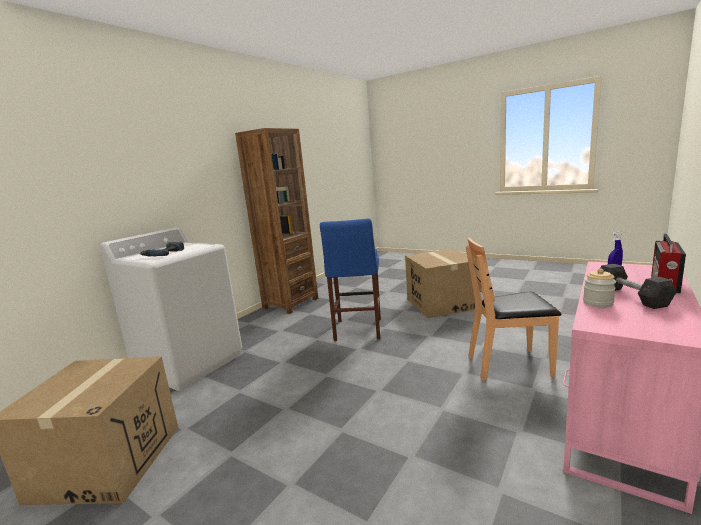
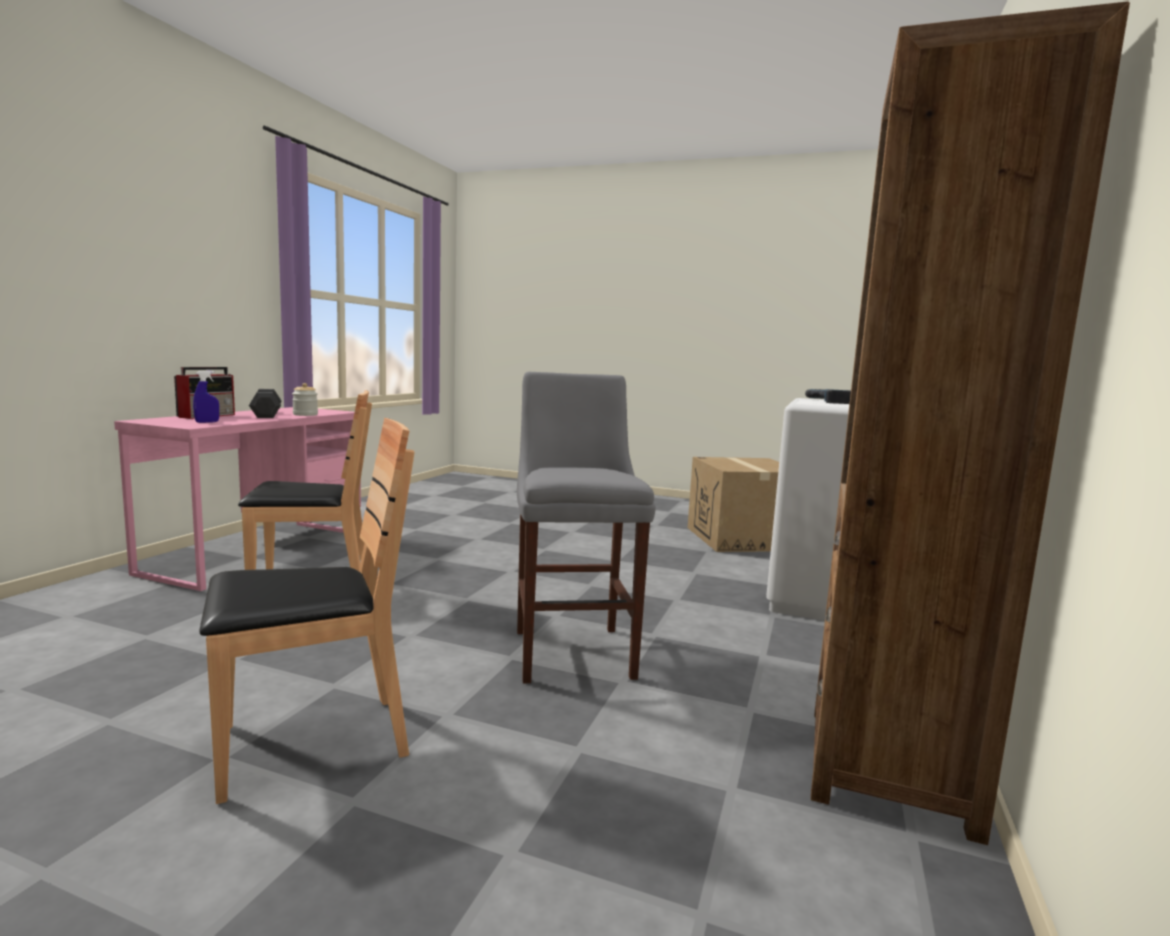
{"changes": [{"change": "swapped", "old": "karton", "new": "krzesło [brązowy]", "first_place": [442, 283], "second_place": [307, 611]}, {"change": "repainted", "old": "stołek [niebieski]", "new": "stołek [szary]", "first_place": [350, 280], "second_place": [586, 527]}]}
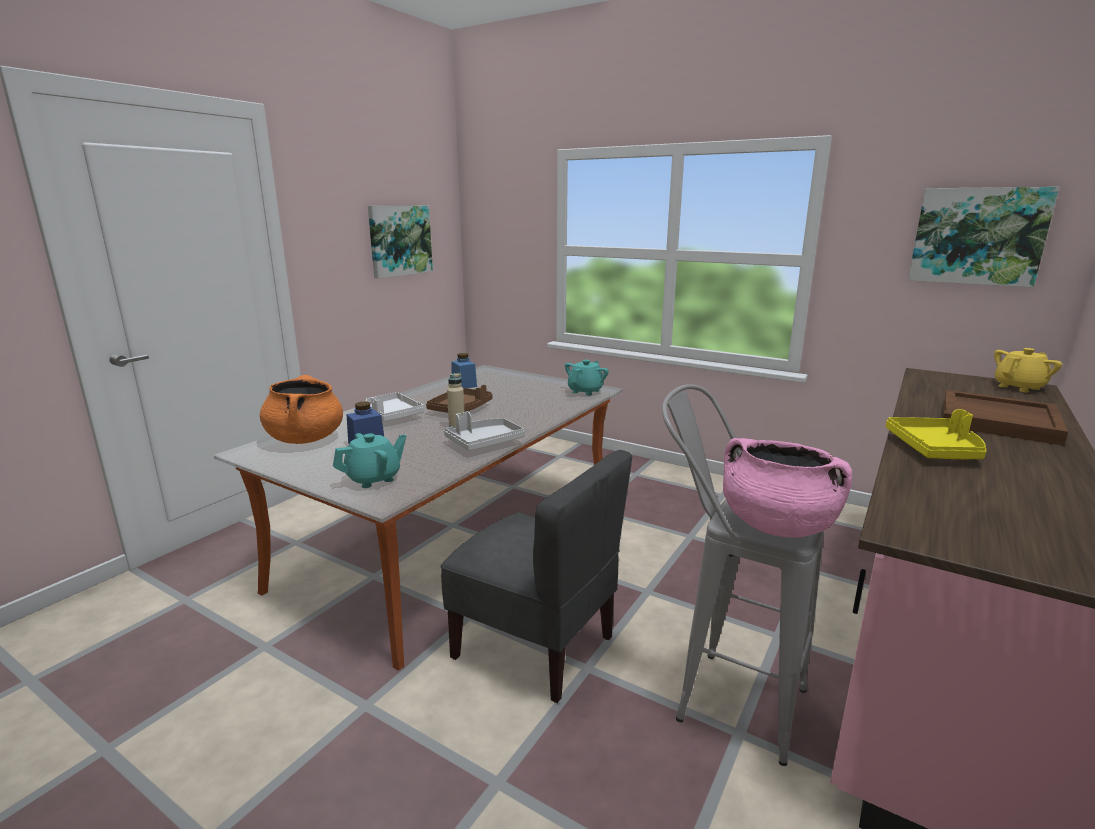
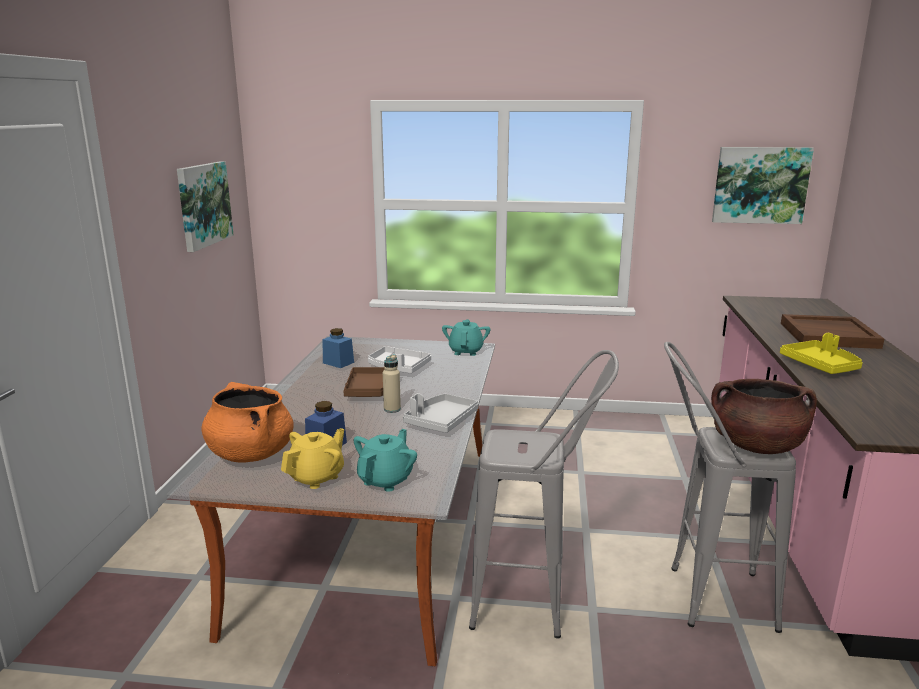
{"changes": [{"change": "shifted", "old": "taca [biały]", "first_place": [395, 407], "second_place": [399, 360]}, {"change": "shifted", "old": "imbryk [żółty]", "first_place": [1028, 370], "second_place": [312, 458]}, {"change": "swapped", "old": "krzesło [szary]", "new": "stołek [szary]", "first_place": [536, 576], "second_place": [544, 494]}, {"change": "repainted", "old": "garnek [różowy]", "new": "garnek [brązowy]", "first_place": [788, 488], "second_place": [764, 416]}]}
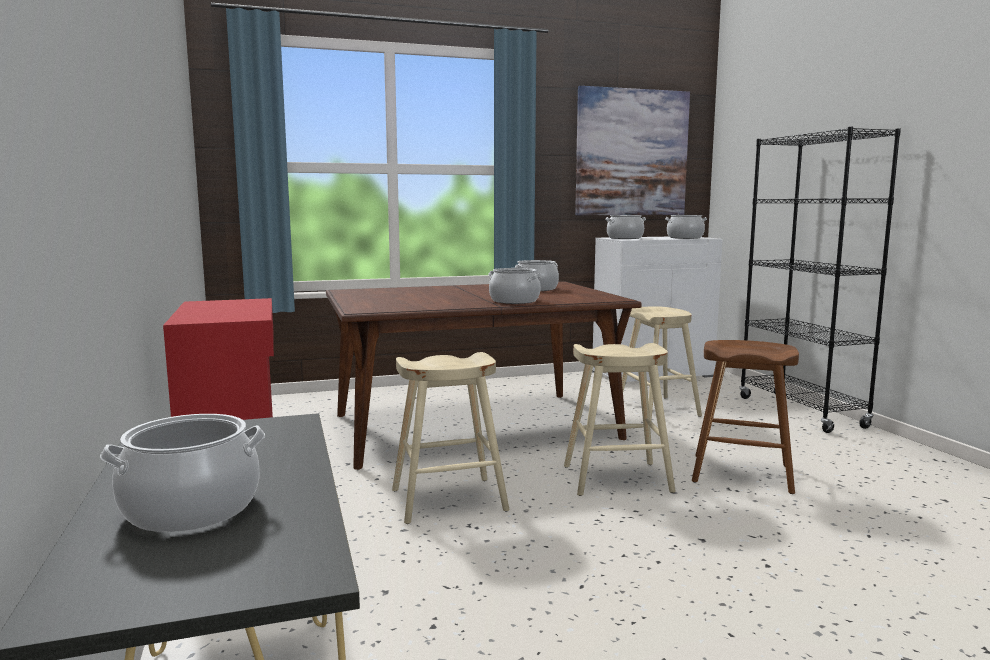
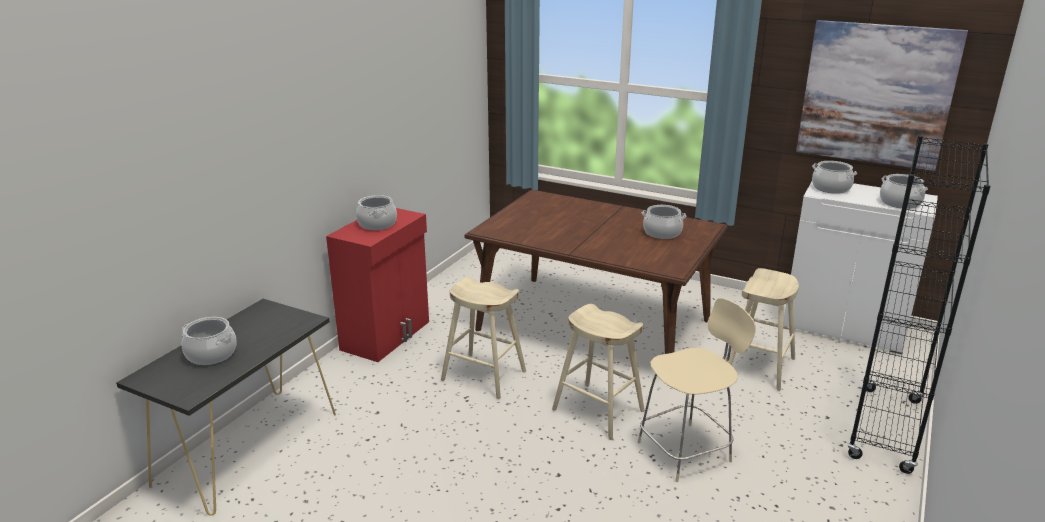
{"changes": [{"change": "shifted", "old": "garnek", "first_place": [515, 286], "second_place": [376, 212]}, {"change": "swapped", "old": "stołek [brązowy]", "new": "krzesło [beżowy]", "first_place": [745, 417], "second_place": [696, 390]}]}
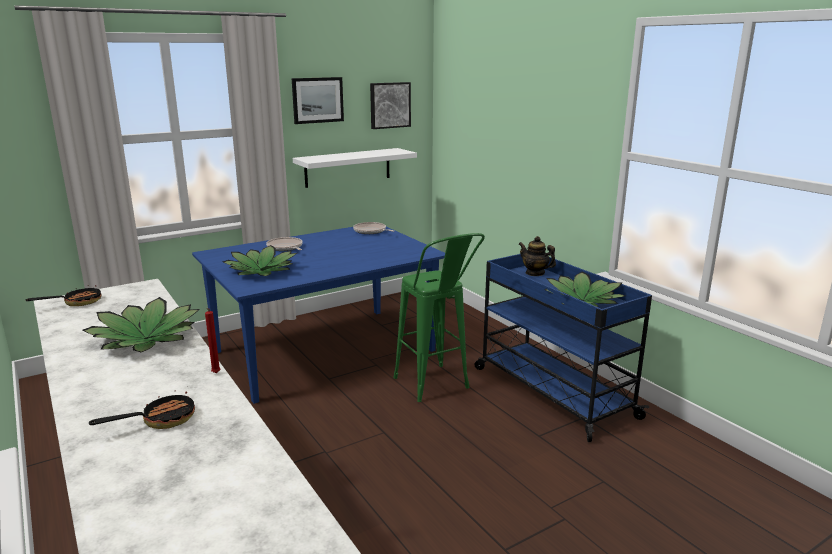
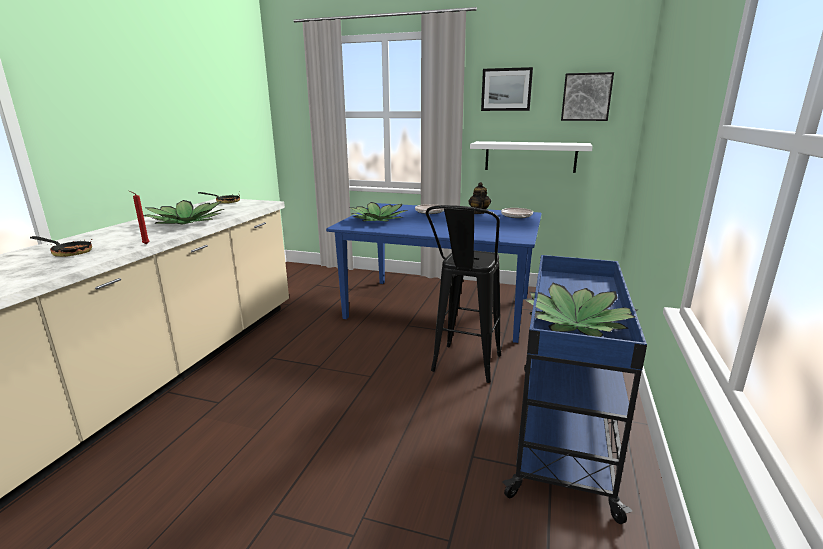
{"changes": [{"change": "shifted", "old": "imbryk", "first_place": [537, 256], "second_place": [479, 198]}, {"change": "repainted", "old": "stołek [zielony]", "new": "stołek [czarny]", "first_place": [439, 317], "second_place": [463, 294]}]}
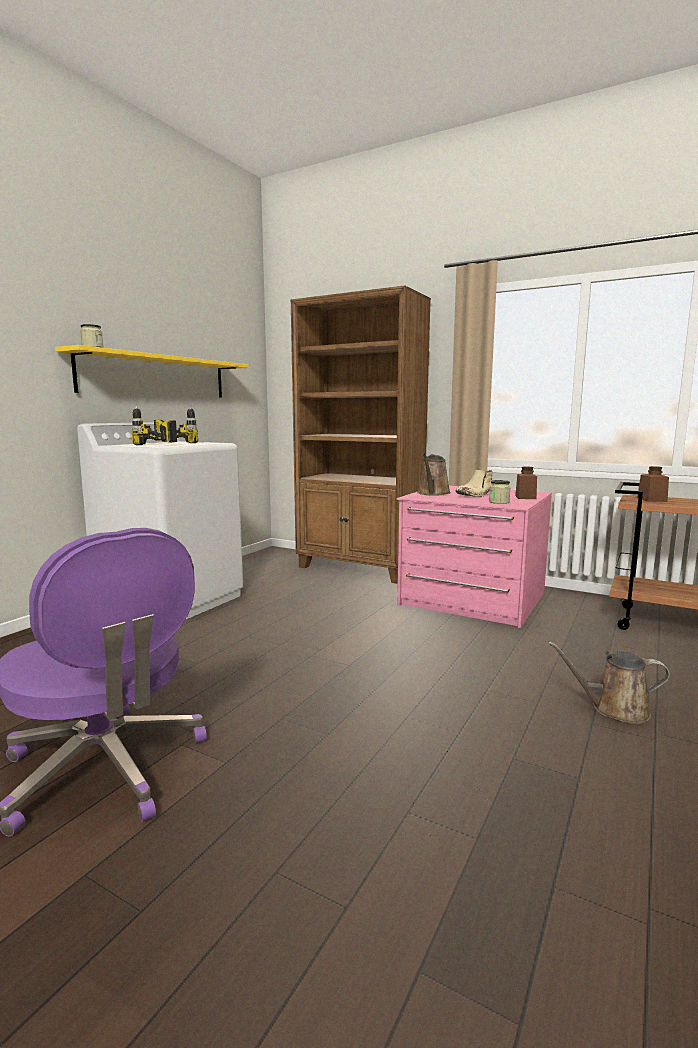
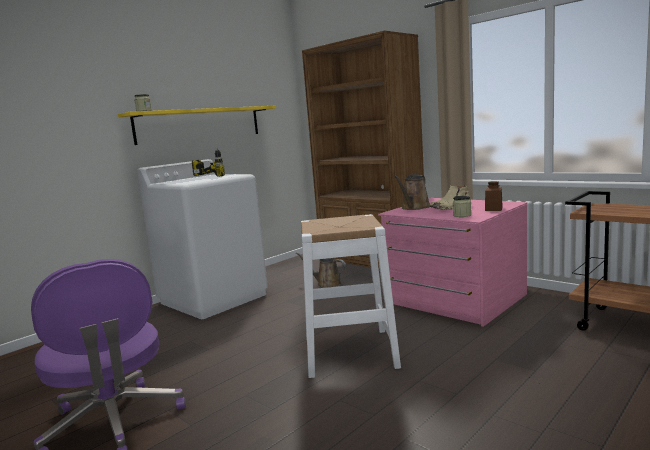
{"changes": [{"change": "gone", "old": "wiertarka", "first_place": [154, 425]}, {"change": "gone", "old": "słoik [brązowy]", "first_place": [653, 484]}, {"change": "new", "new": "stołek [biały]", "second_place": [351, 296]}, {"change": "shifted", "old": "konewka [brązowy]", "first_place": [609, 682], "second_place": [321, 270]}]}
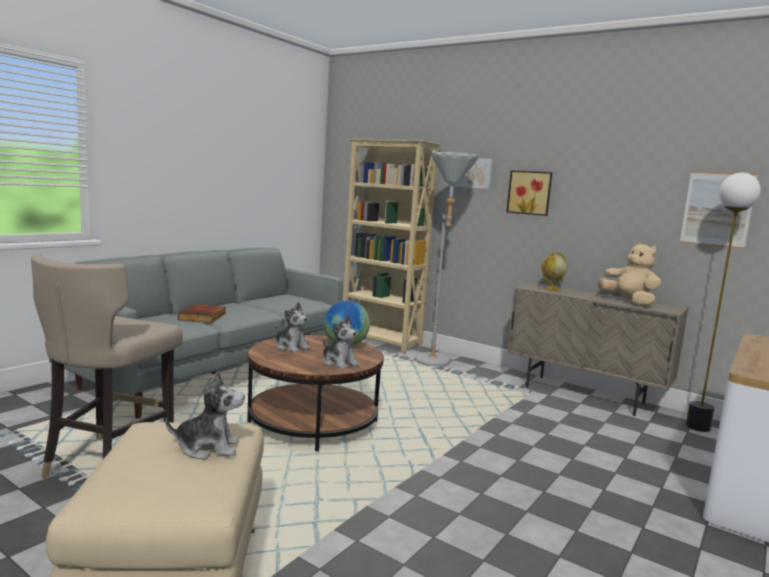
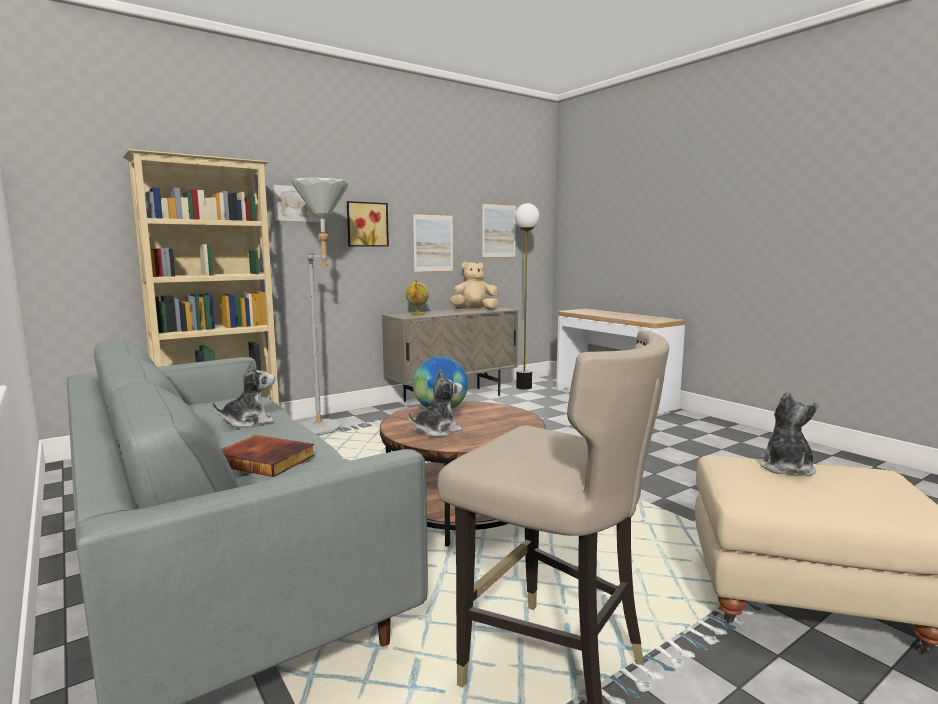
{"changes": [{"change": "new", "new": "obraz", "second_place": [433, 243]}, {"change": "shifted", "old": "pluszak", "first_place": [341, 342], "second_place": [243, 394]}]}
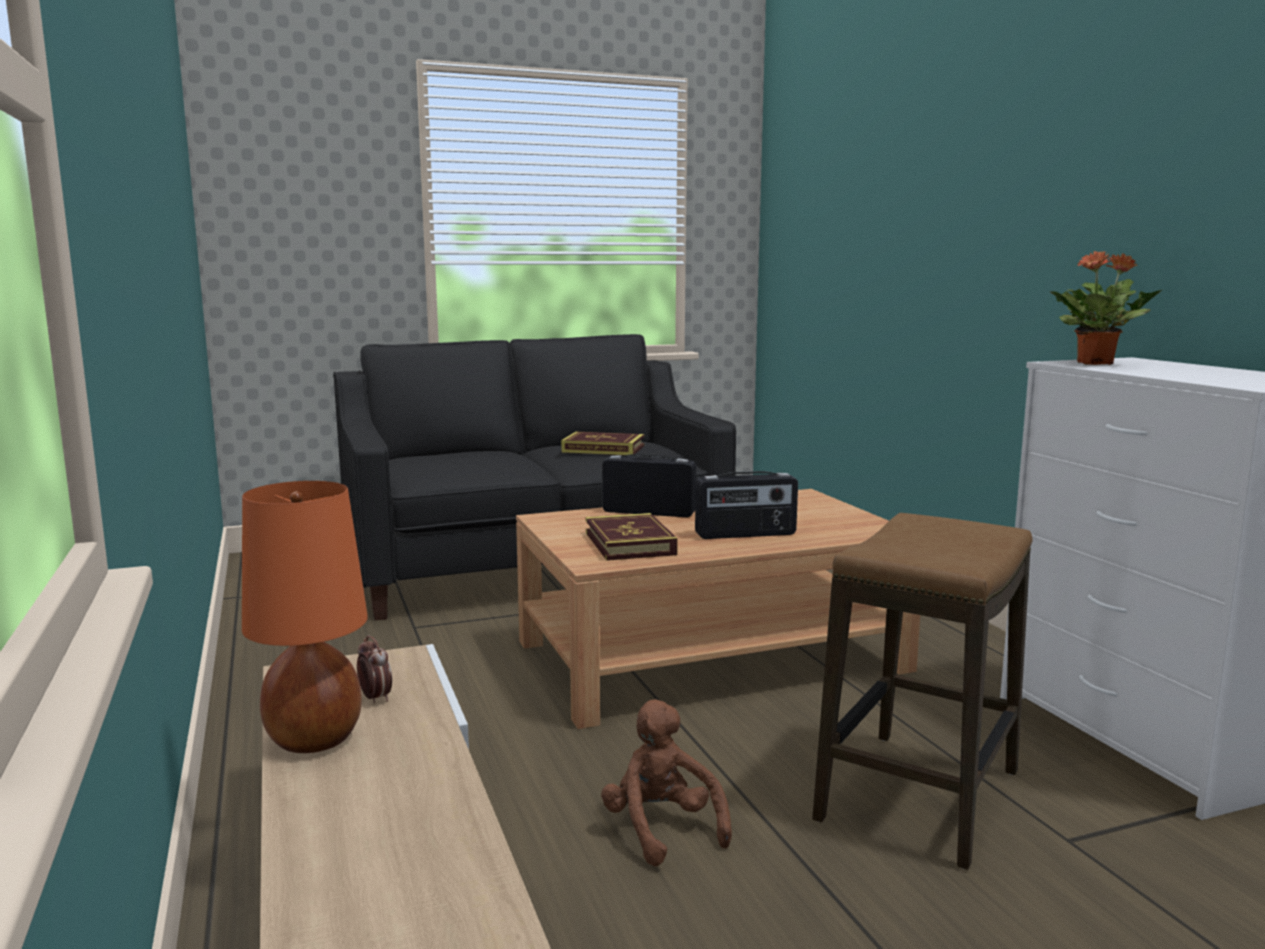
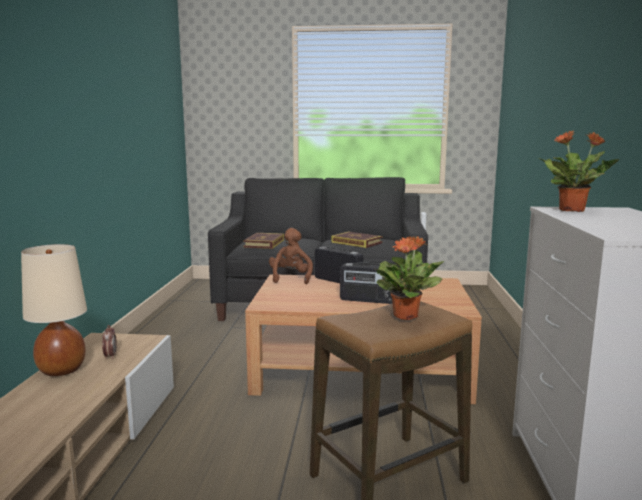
{"changes": [{"change": "new", "new": "roślina doniczkowa", "second_place": [409, 278]}, {"change": "shifted", "old": "książka", "first_place": [632, 537], "second_place": [263, 241]}, {"change": "shifted", "old": "pluszak [brązowy]", "first_place": [666, 782], "second_place": [291, 256]}, {"change": "repainted", "old": "lampa stołowa [pomarańczowy]", "new": "lampa stołowa [beżowy]", "first_place": [305, 617], "second_place": [54, 310]}]}
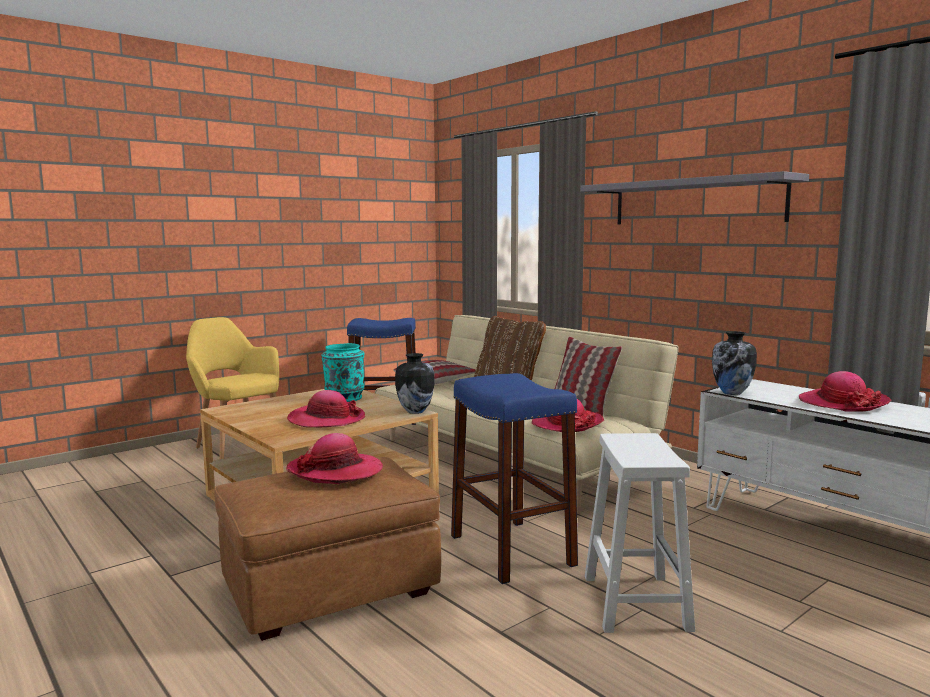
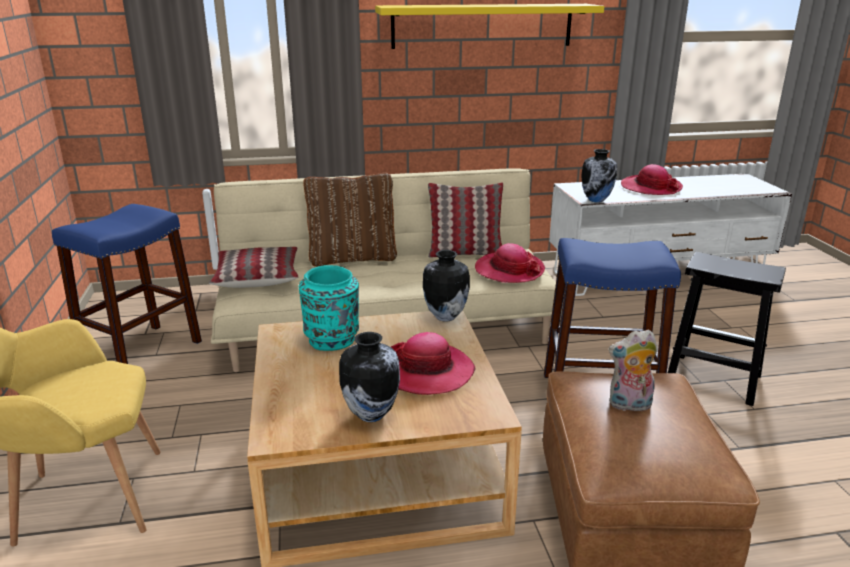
{"changes": [{"change": "new", "new": "wazon", "second_place": [369, 377]}, {"change": "swapped", "old": "kapelusz", "new": "pluszak", "first_place": [334, 458], "second_place": [633, 372]}, {"change": "repainted", "old": "półka [szary]", "new": "półka [żółty]", "first_place": [694, 197], "second_place": [489, 26]}, {"change": "repainted", "old": "stołek [biały]", "new": "stołek [czarny]", "first_place": [640, 533], "second_place": [727, 329]}]}
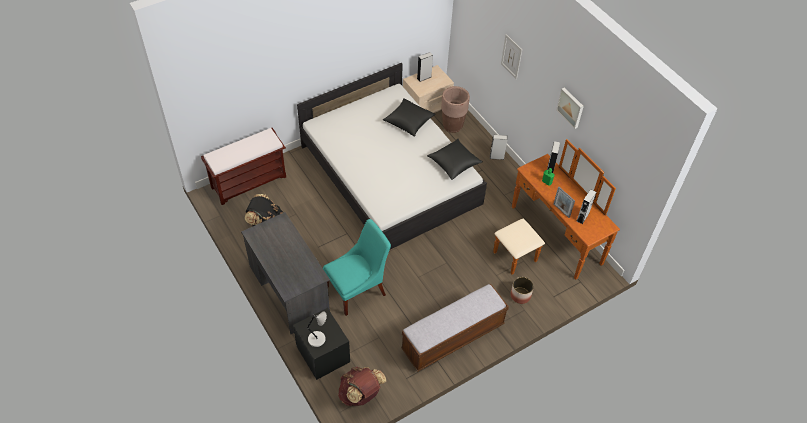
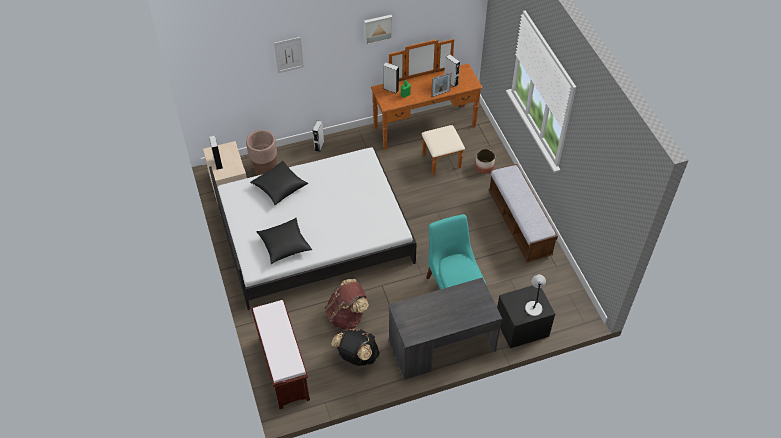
{"changes": [{"change": "shifted", "old": "plecak [brązowy]", "first_place": [362, 386], "second_place": [347, 304]}, {"change": "shifted", "old": "poduszka [czarny]", "first_place": [455, 159], "second_place": [284, 241]}]}
